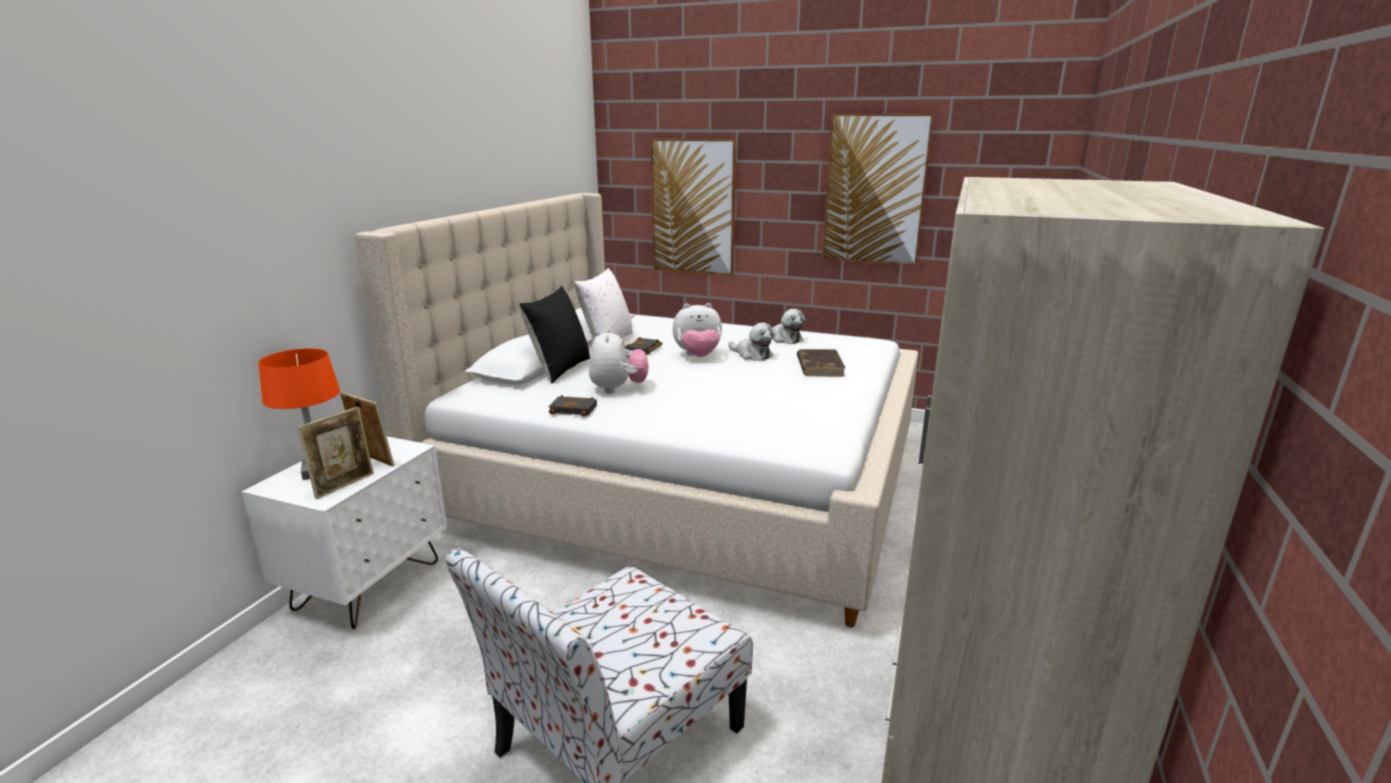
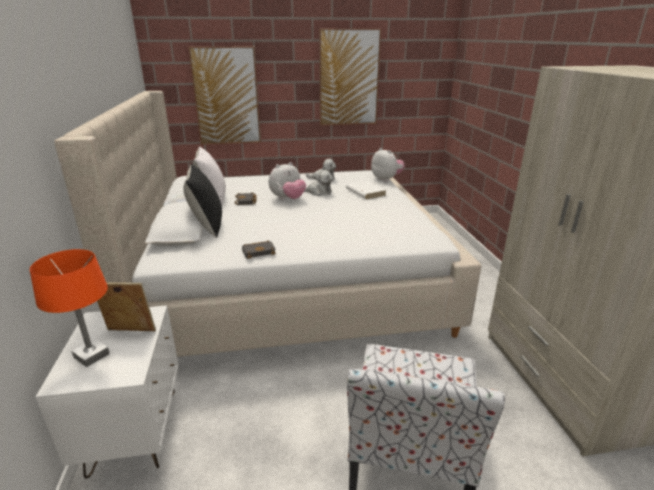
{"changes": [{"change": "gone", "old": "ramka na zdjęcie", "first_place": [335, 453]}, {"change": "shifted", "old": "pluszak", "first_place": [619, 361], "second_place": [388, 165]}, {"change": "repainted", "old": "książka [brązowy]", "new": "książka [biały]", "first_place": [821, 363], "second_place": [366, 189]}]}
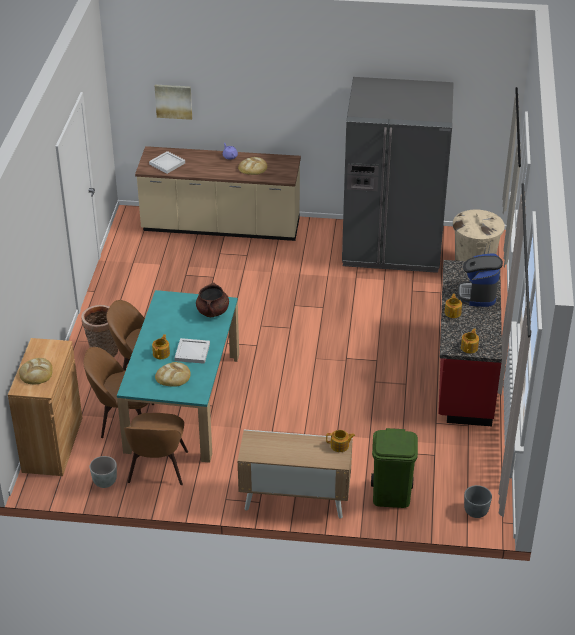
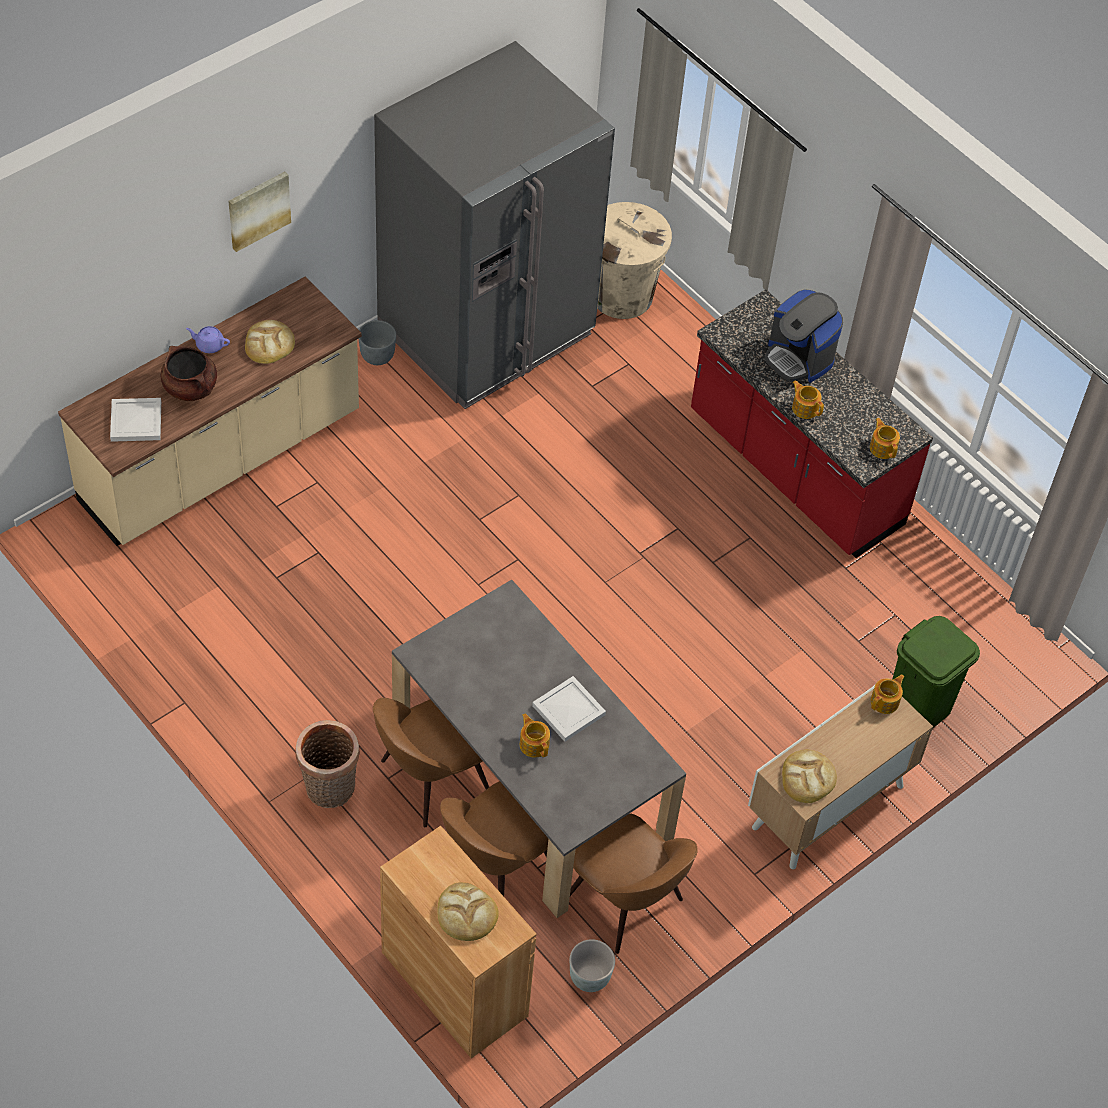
{"changes": [{"change": "shifted", "old": "obraz", "first_place": [173, 102], "second_place": [259, 211]}, {"change": "shifted", "old": "chleb", "first_place": [173, 374], "second_place": [809, 776]}, {"change": "shifted", "old": "garnek [brązowy]", "first_place": [212, 299], "second_place": [189, 373]}, {"change": "shifted", "old": "donica [szary]", "first_place": [478, 501], "second_place": [377, 342]}, {"change": "repainted", "old": "stół jadalny [turkusowy]", "new": "stół jadalny [szary]", "first_place": [178, 376], "second_place": [539, 749]}]}
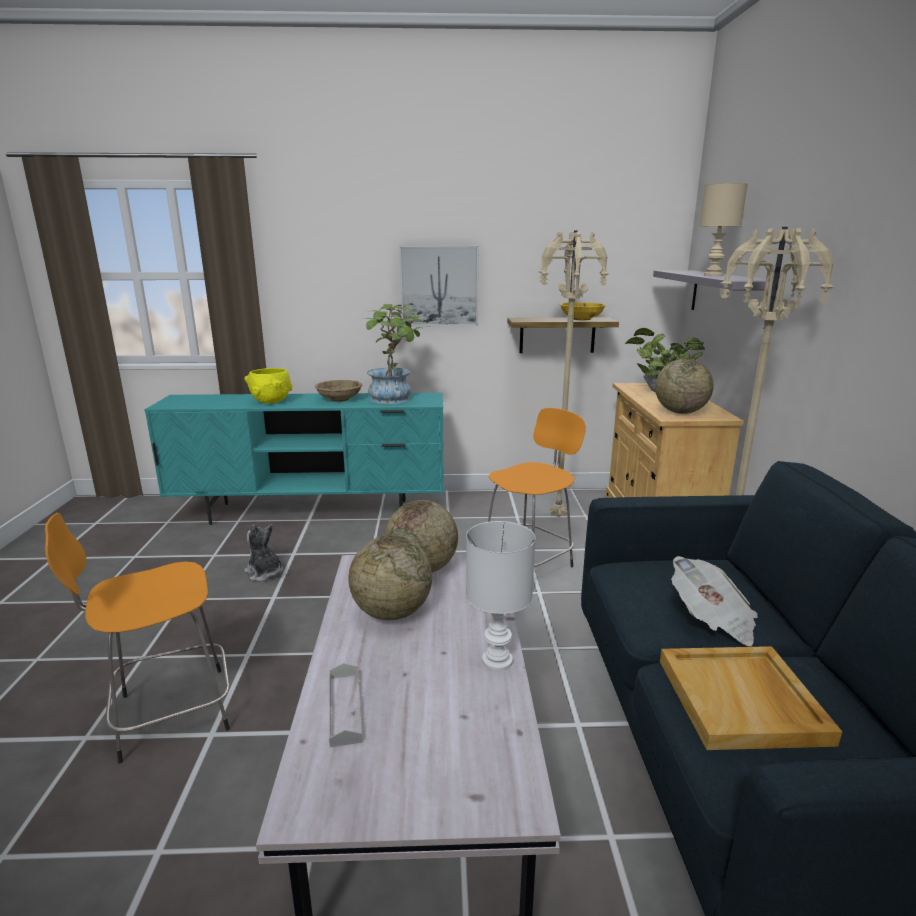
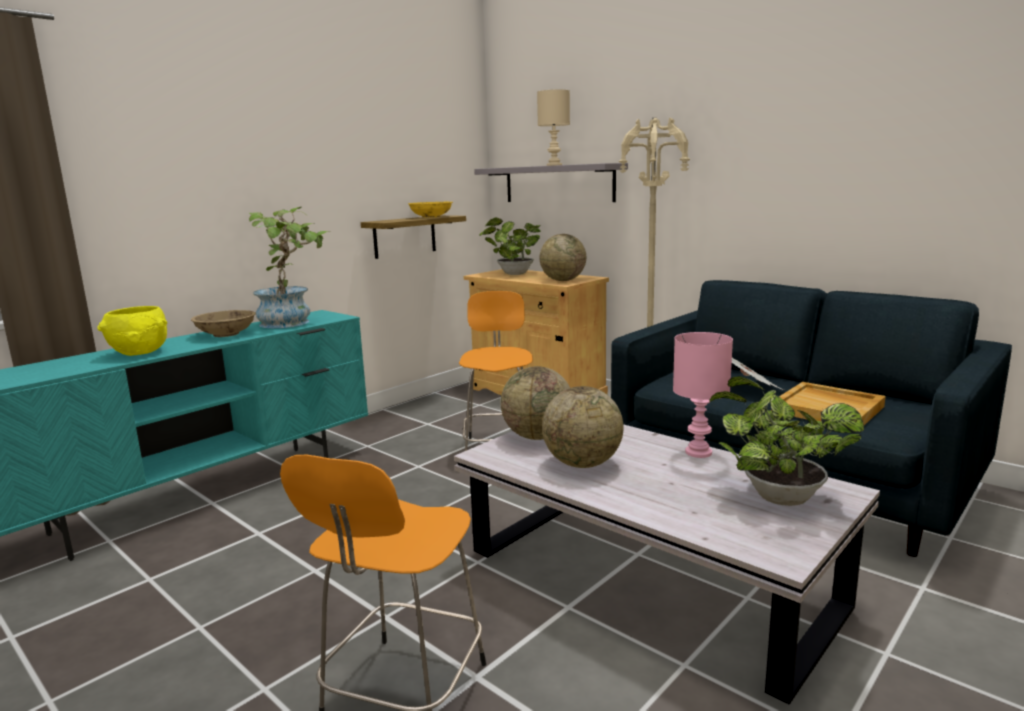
{"changes": [{"change": "gone", "old": "pluszak", "first_place": [263, 553]}, {"change": "gone", "old": "taca [szary]", "first_place": [345, 705]}, {"change": "gone", "old": "obraz", "first_place": [439, 286]}, {"change": "gone", "old": "lampa stojąca [beżowy]", "first_place": [573, 374]}, {"change": "new", "new": "roślina doniczkowa", "second_place": [786, 441]}, {"change": "repainted", "old": "lampa stołowa [biały]", "new": "lampa stołowa [różowy]", "first_place": [500, 596], "second_place": [703, 395]}]}
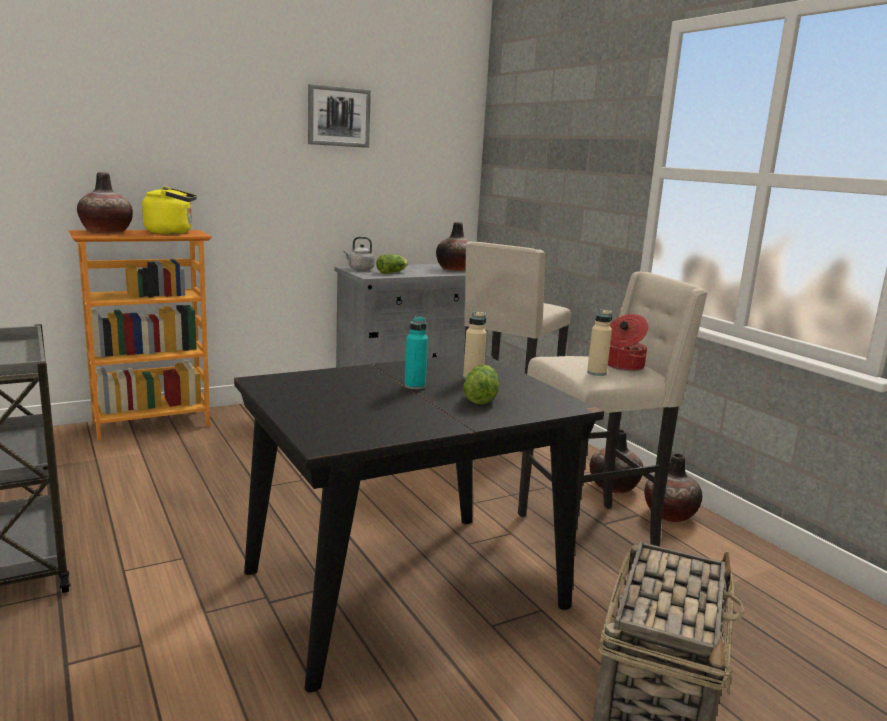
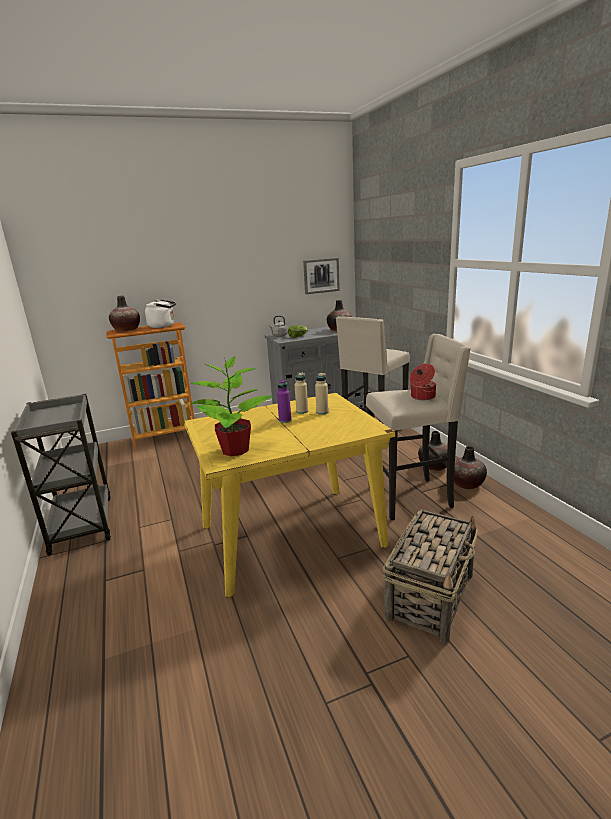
{"changes": [{"change": "gone", "old": "sałata", "first_place": [481, 384]}, {"change": "new", "new": "roślina doniczkowa", "second_place": [231, 406]}, {"change": "shifted", "old": "obraz", "first_place": [339, 116], "second_place": [321, 276]}, {"change": "shifted", "old": "butelka [beżowy]", "first_place": [599, 342], "second_place": [301, 393]}, {"change": "repainted", "old": "czajnik [żółty]", "new": "czajnik [biały]", "first_place": [169, 210], "second_place": [160, 314]}, {"change": "repainted", "old": "stół jadalny [czarny]", "new": "stół jadalny [żółty]", "first_place": [419, 524], "second_place": [289, 495]}, {"change": "repainted", "old": "butelka [turkusowy]", "new": "butelka [fioletowy]", "first_place": [416, 353], "second_place": [284, 401]}]}
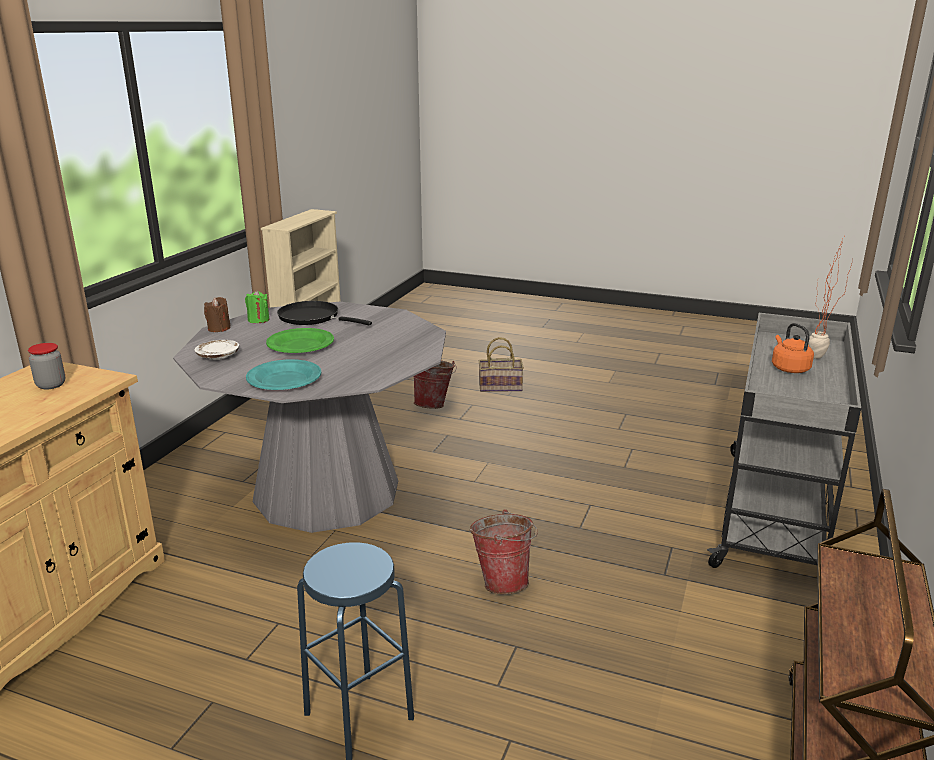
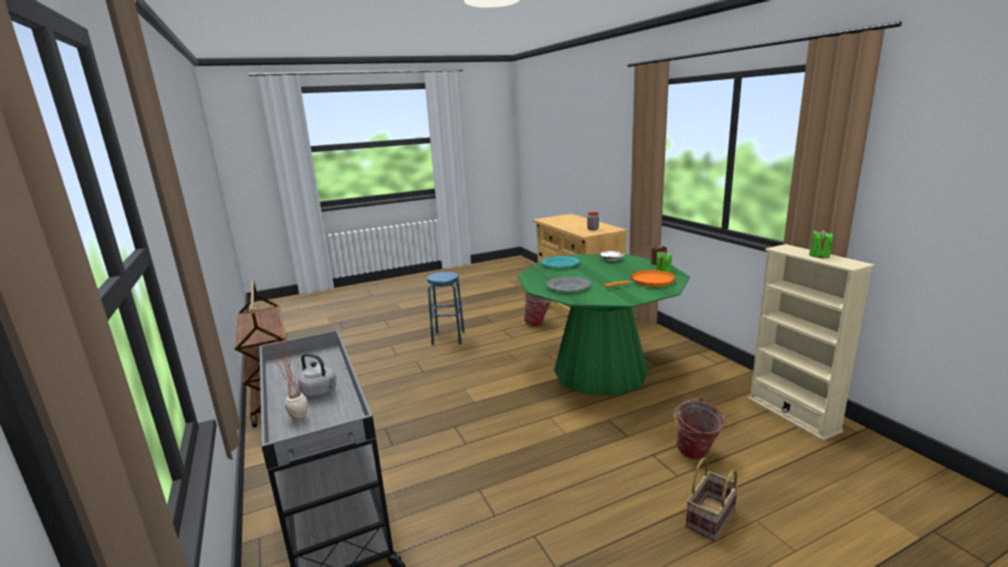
{"changes": [{"change": "gone", "old": "talerz [zielony]", "first_place": [300, 340]}, {"change": "new", "new": "talerz [szary]", "second_place": [569, 283]}, {"change": "new", "new": "świeca [zielony]", "second_place": [821, 244]}, {"change": "shifted", "old": "wiadro", "first_place": [504, 551], "second_place": [537, 309]}, {"change": "repainted", "old": "stół jadalny [szary]", "new": "stół jadalny [zielony]", "first_place": [309, 417], "second_place": [604, 325]}, {"change": "repainted", "old": "patelnia [czarny]", "new": "patelnia [pomarańczowy]", "first_place": [324, 313], "second_place": [640, 278]}, {"change": "repainted", "old": "czajnik [pomarańczowy]", "new": "czajnik [szary]", "first_place": [793, 348], "second_place": [317, 375]}]}
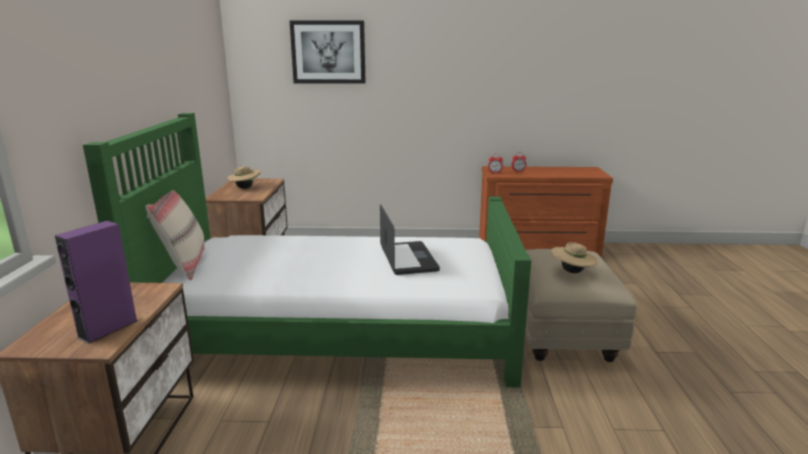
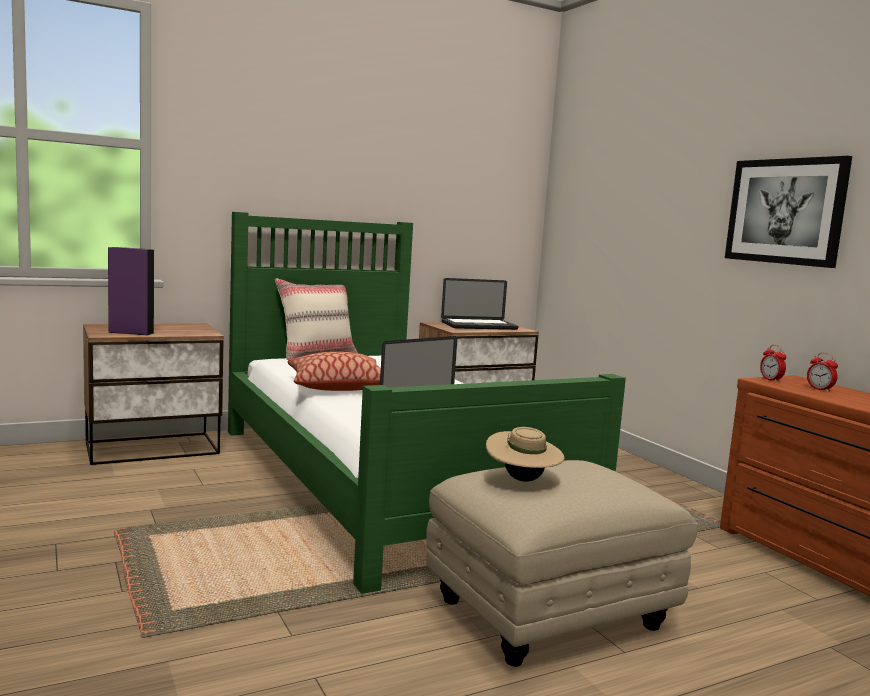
{"changes": [{"change": "new", "new": "poduszka", "second_place": [334, 371]}, {"change": "shifted", "old": "obraz", "first_place": [328, 52], "second_place": [788, 212]}, {"change": "swapped", "old": "kapelusz [beżowy]", "new": "laptop", "first_place": [243, 177], "second_place": [480, 304]}]}
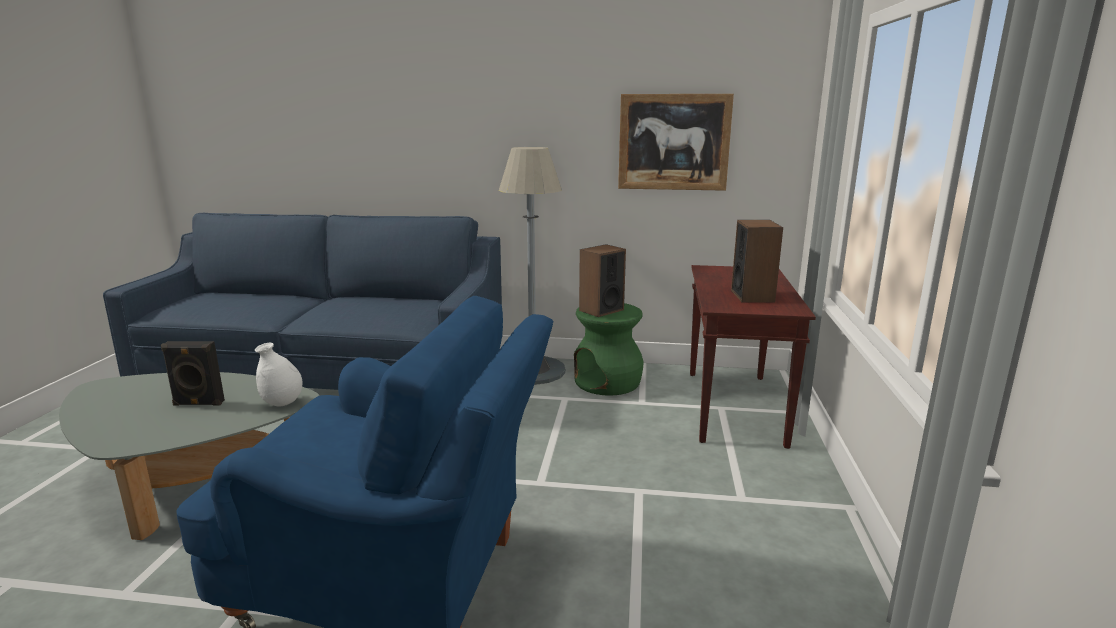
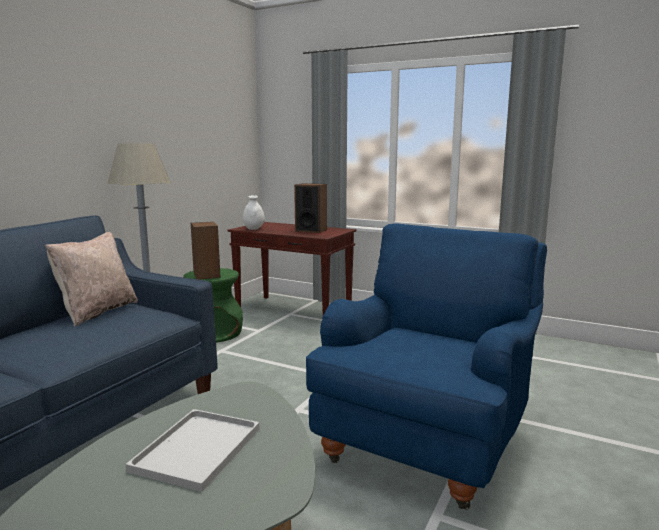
{"changes": [{"change": "gone", "old": "obraz", "first_place": [676, 142]}, {"change": "new", "new": "poduszka [beżowy]", "second_place": [91, 279]}, {"change": "shifted", "old": "wazon [biały]", "first_place": [278, 375], "second_place": [254, 212]}, {"change": "swapped", "old": "głośnik [czarny]", "new": "taca [biały]", "first_place": [193, 373], "second_place": [192, 450]}]}
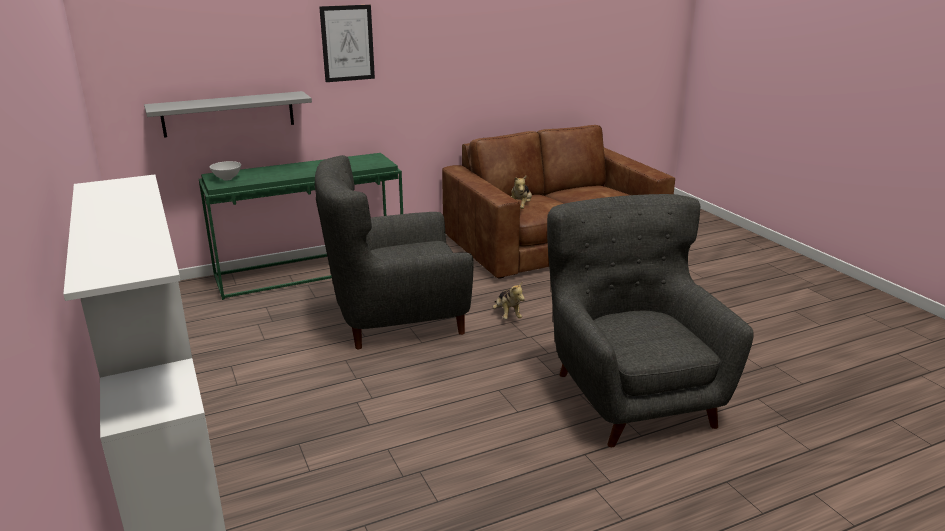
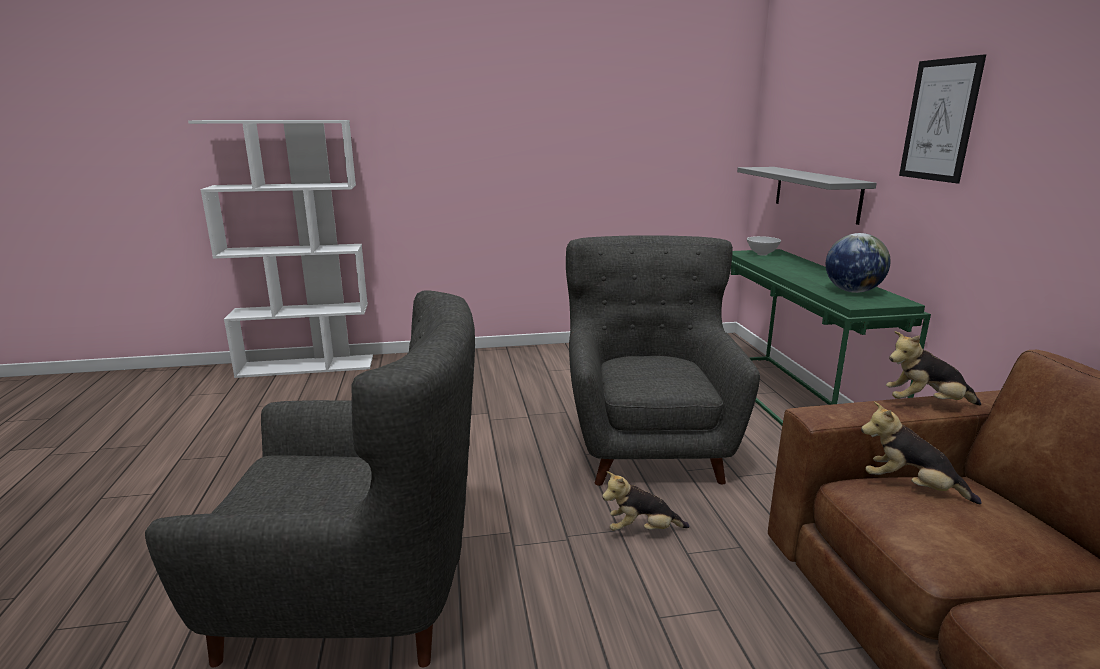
{"changes": [{"change": "new", "new": "globus", "second_place": [858, 263]}, {"change": "new", "new": "pluszak", "second_place": [933, 368]}]}
